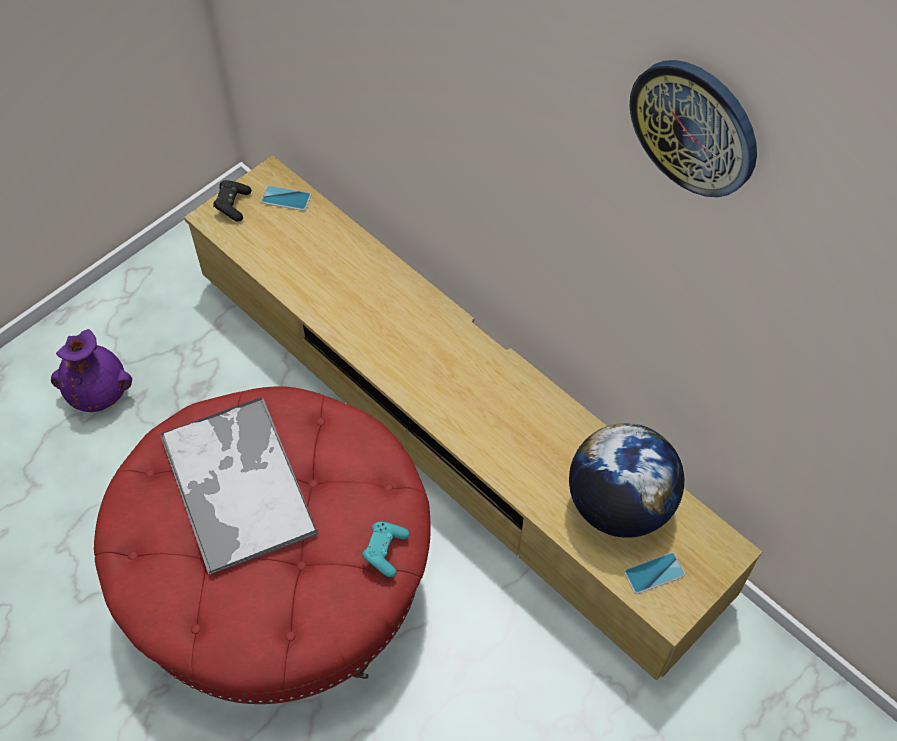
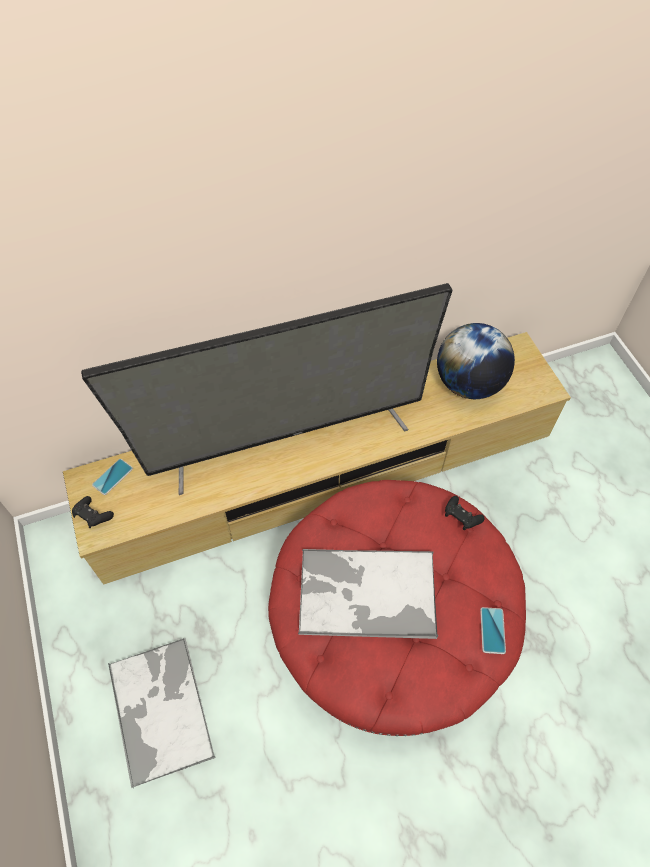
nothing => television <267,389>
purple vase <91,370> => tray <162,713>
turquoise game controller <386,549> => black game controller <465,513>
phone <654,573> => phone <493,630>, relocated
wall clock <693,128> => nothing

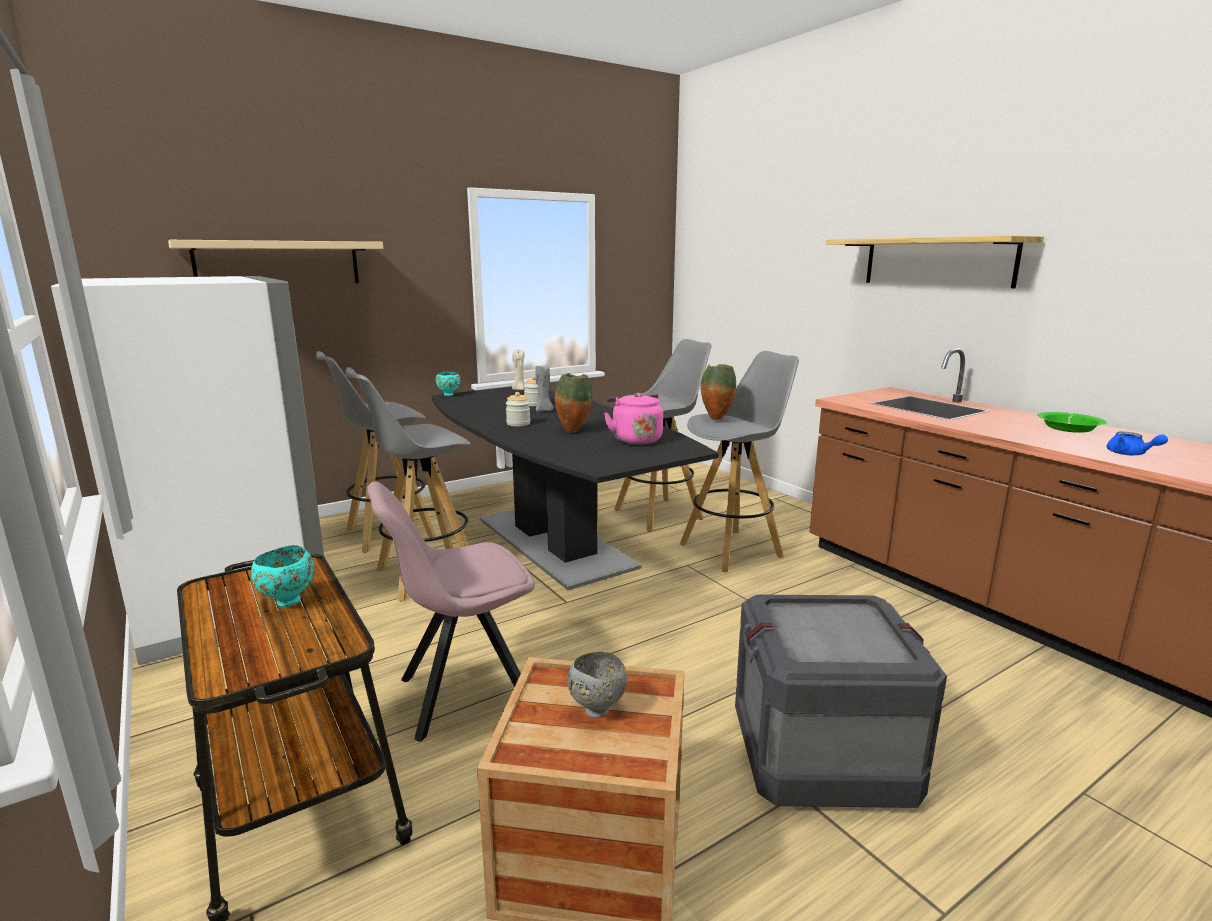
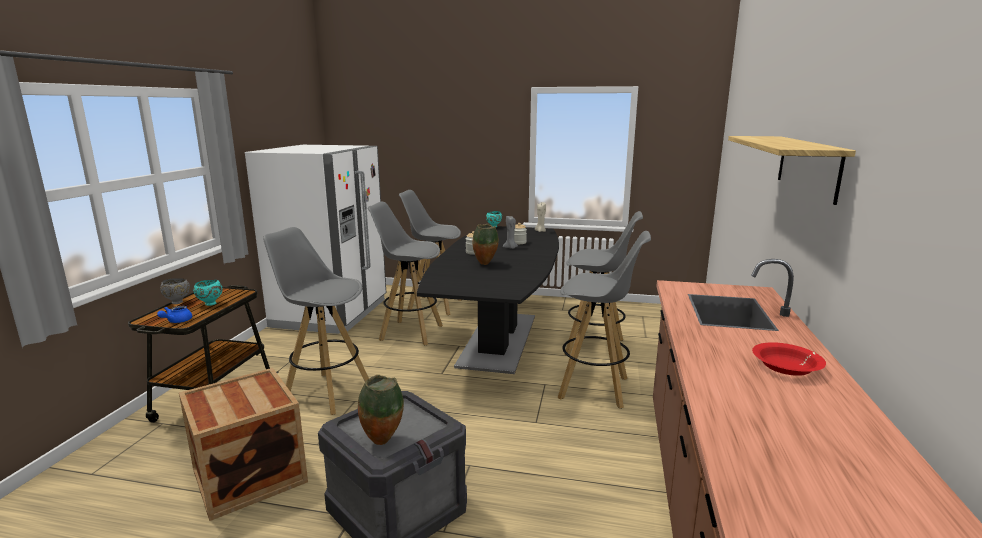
blue teapot <1137,443> => blue teapot <174,314>, relocated
grey bowl <597,685> => grey bowl <175,291>, relocated
pink chair <451,611> => grey stool <316,321>
vase <718,392> => vase <381,410>, relocated
green bowl <1072,422> => red bowl <789,359>
beige shelf <275,261> => nothing
pink kettle <633,419> => nothing

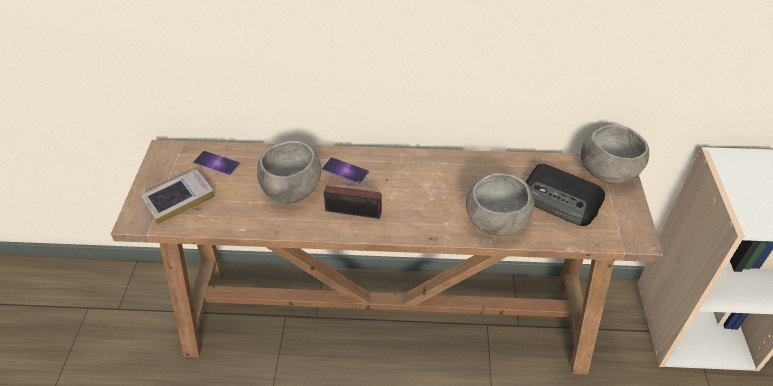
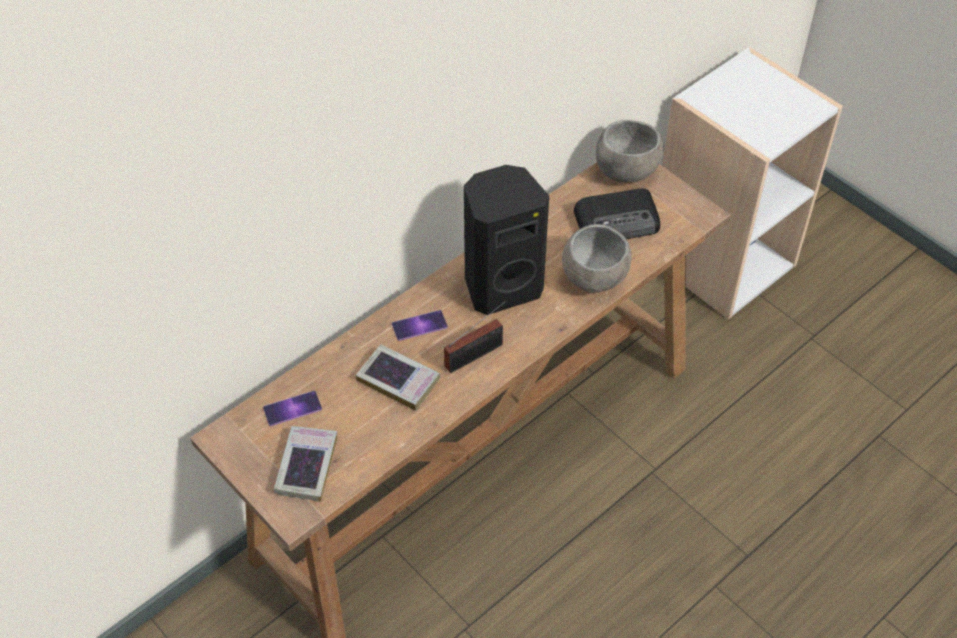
grey bowl <289,172> => book <398,377>
nothing => black speaker <506,240>

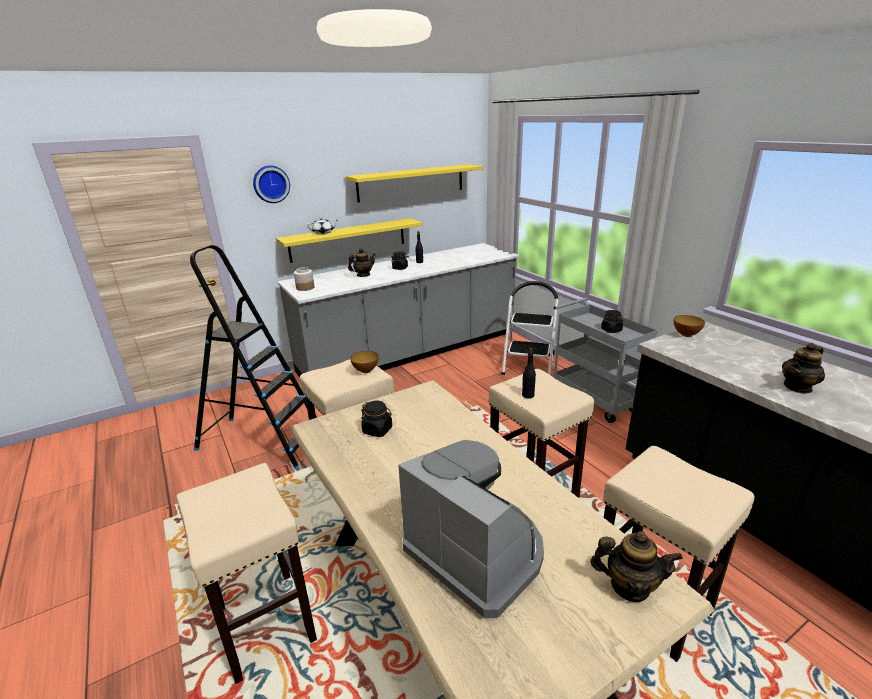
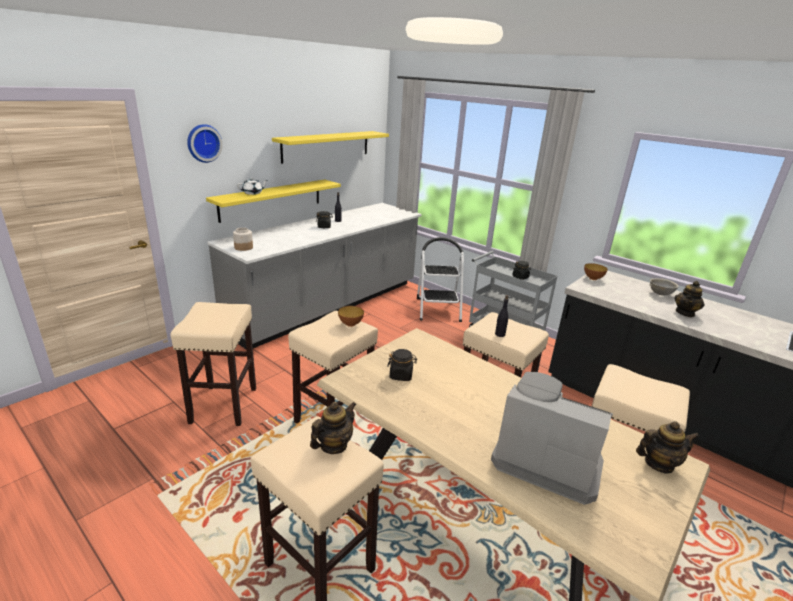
black step ladder <253,357> => beige stool <213,364>
teapot <362,262> => teapot <333,428>, relocated
nothing => grey bowl <664,286>

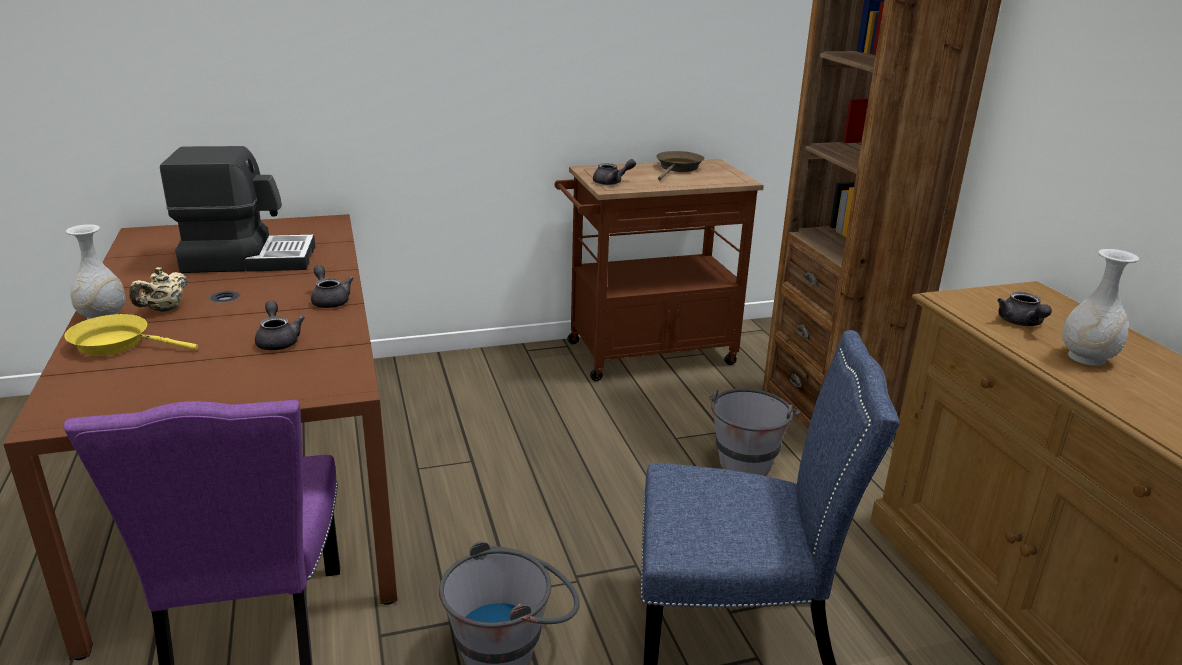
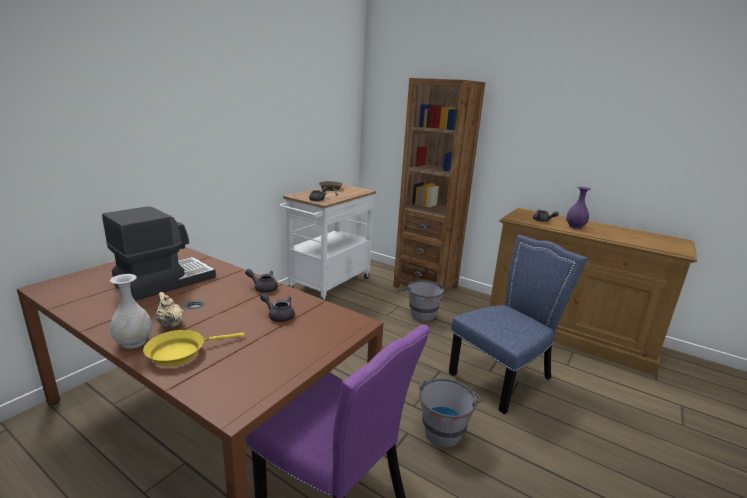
beige teapot <158,289> => beige teapot <169,310>, 150 degrees clockwise
brown cart <659,270> => white cart <327,242>
white vase <1100,307> => purple vase <578,208>

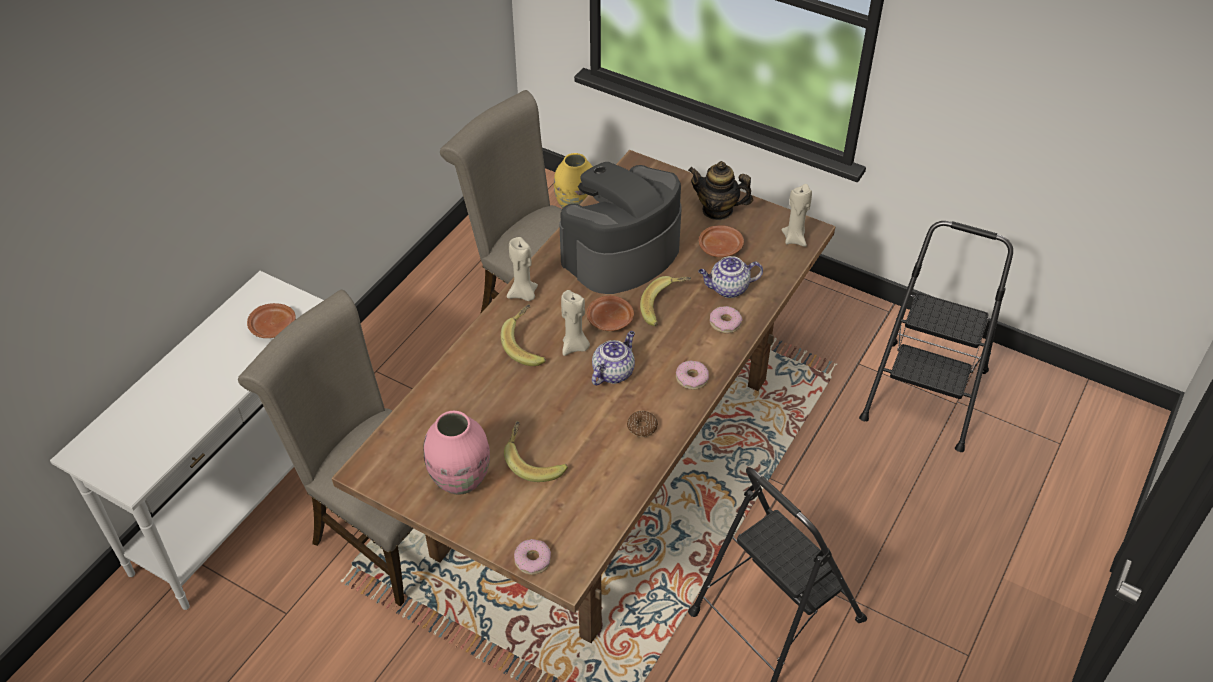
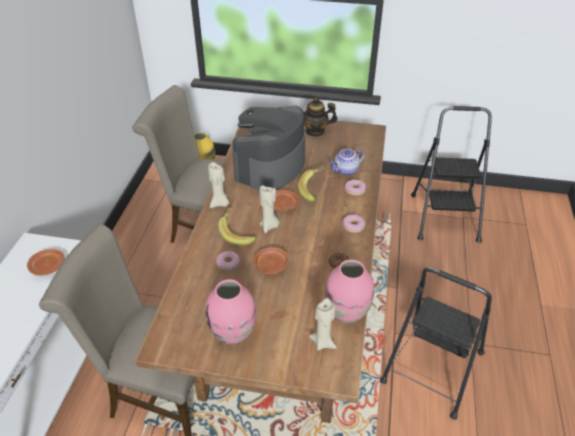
donut <532,557> => donut <228,261>, relocated
brown plate <721,241> => brown plate <271,261>, relocated
beige candle <796,215> => beige candle <323,324>, relocated
nothing => pink vase <349,291>
banana <536,451> => nothing
teapot <613,358> => nothing

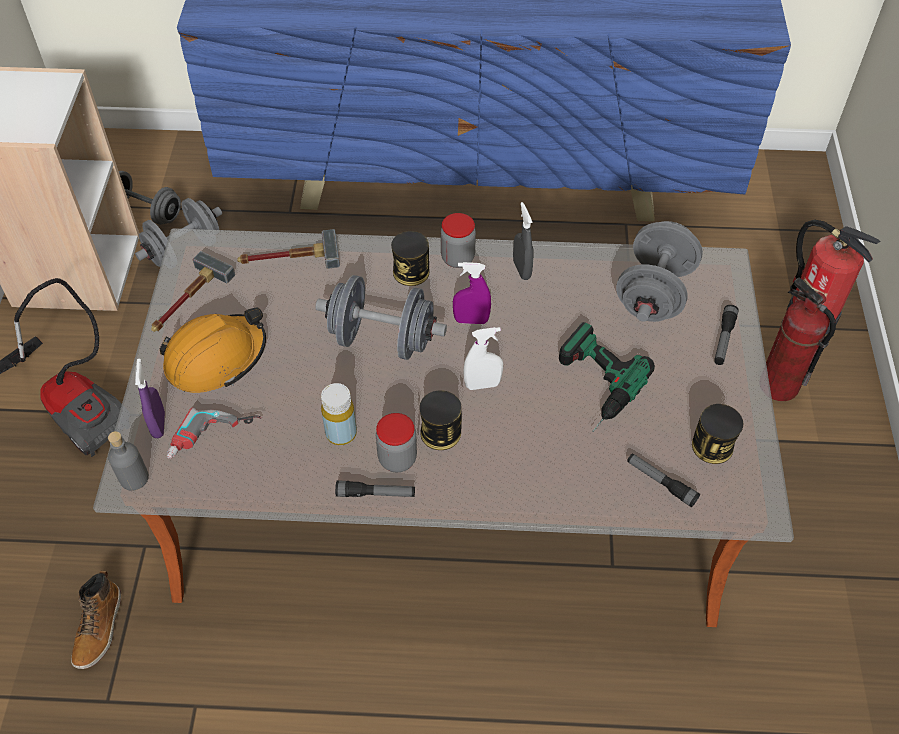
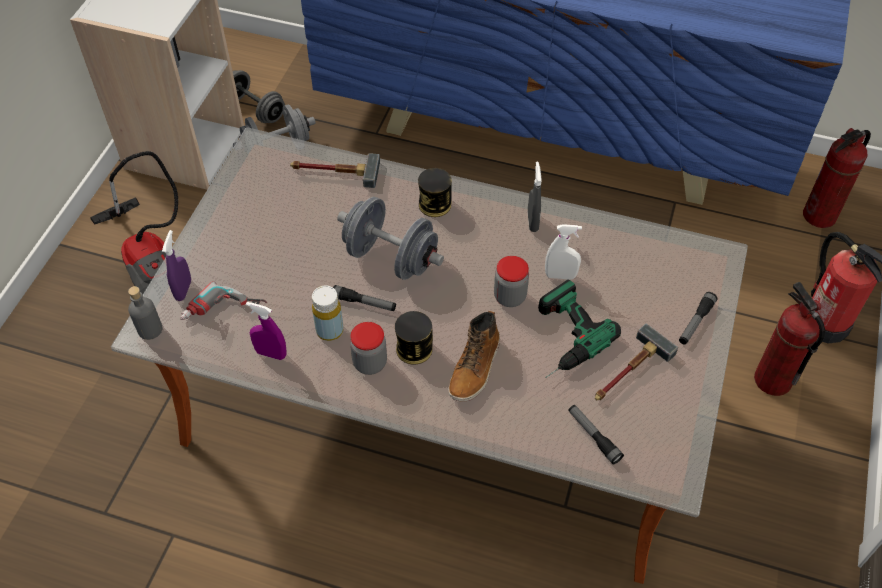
purple spray bottle <472,293> => purple spray bottle <266,331>, relocated
flashlight <375,488> => flashlight <364,298>, relocated
boot <96,620> => boot <474,356>, relocated
jar <458,240> => jar <511,281>, relocated
white spray bottle <483,358> => white spray bottle <563,252>, relocated
hammer <193,291> => hammer <636,362>, relocated
nothing => fire extinguisher <837,178>
orange hard hat <213,350> => nothing
grey dumbbell <659,271> => nothing
can <717,434> => nothing

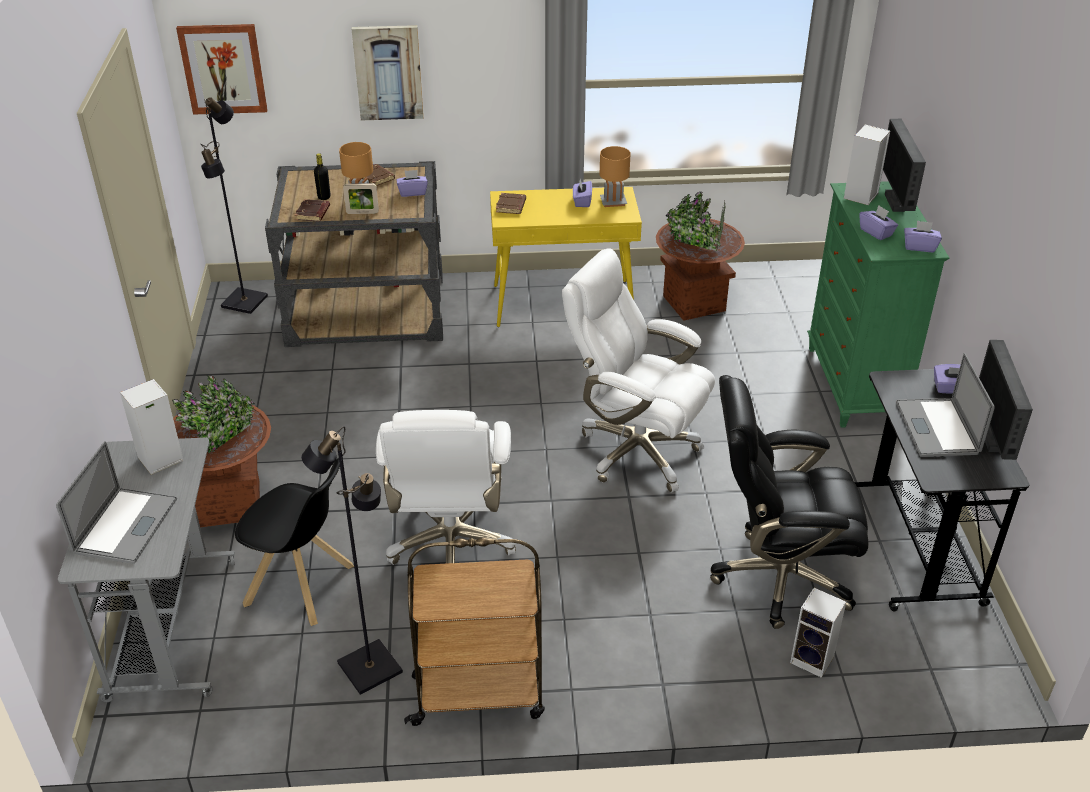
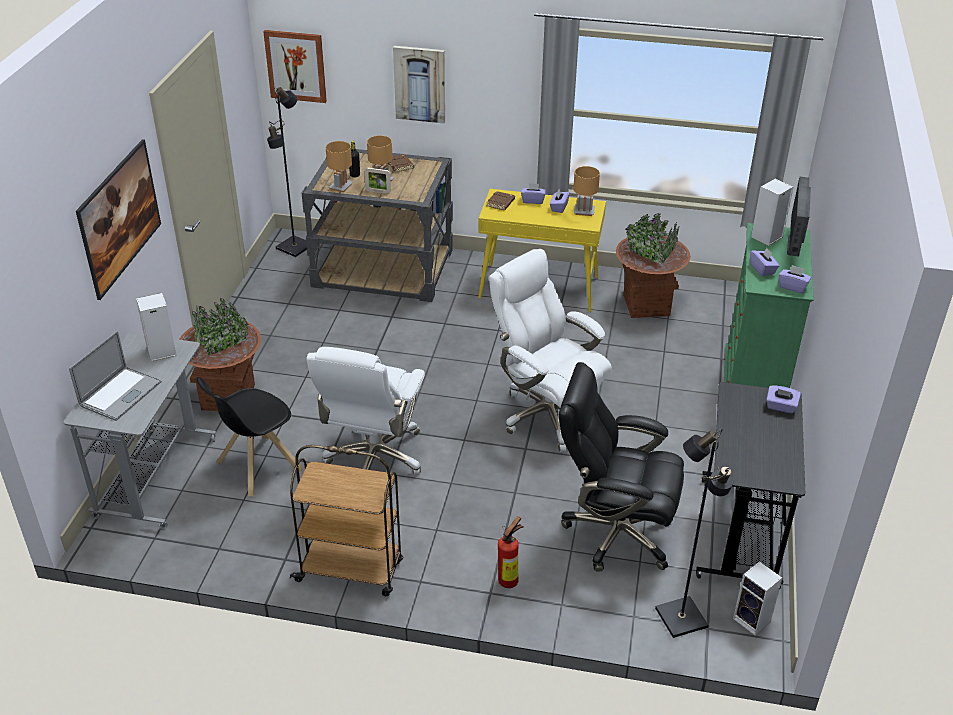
nothing => picture <118,219>
black chair <294,542> => black chair <249,437>, 105 degrees clockwise
brown book <312,210> => brown table lamp <339,166>
nothing => fire extinguisher <511,552>
purple tissue box <412,183> => purple tissue box <533,193>, relocated
black floor lamp <352,561> => black floor lamp <694,533>, relocated
speaker <818,633> => speaker <757,598>, relocated
laptop <945,405> => nothing
monitor <1006,400> => nothing

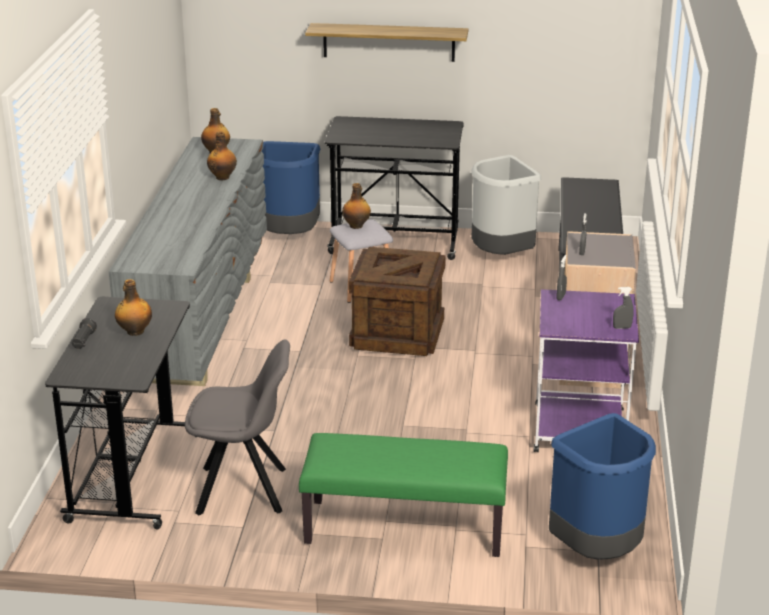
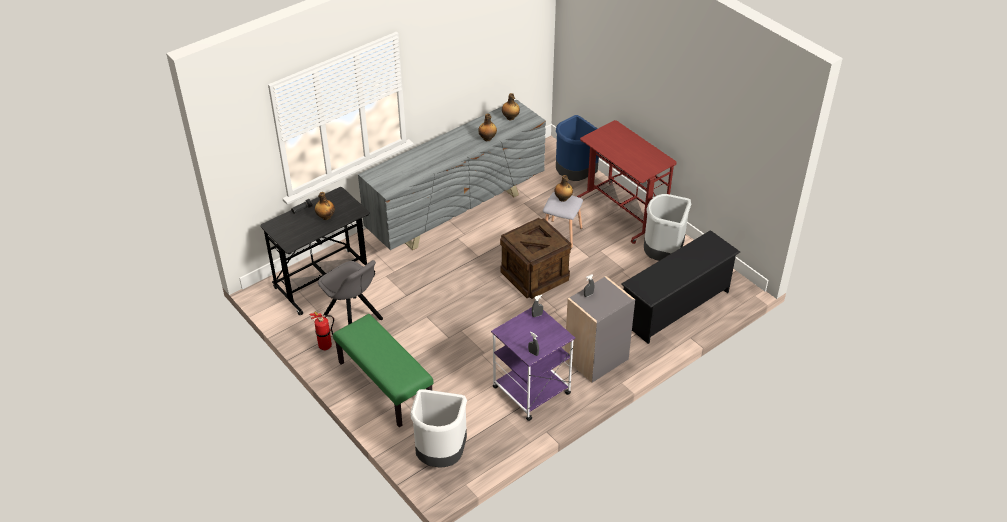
nothing => fire extinguisher <322,331>
blue trash can <602,486> => white trash can <438,428>
black desk <394,188> => red desk <627,182>
shelf <386,42> => nothing

